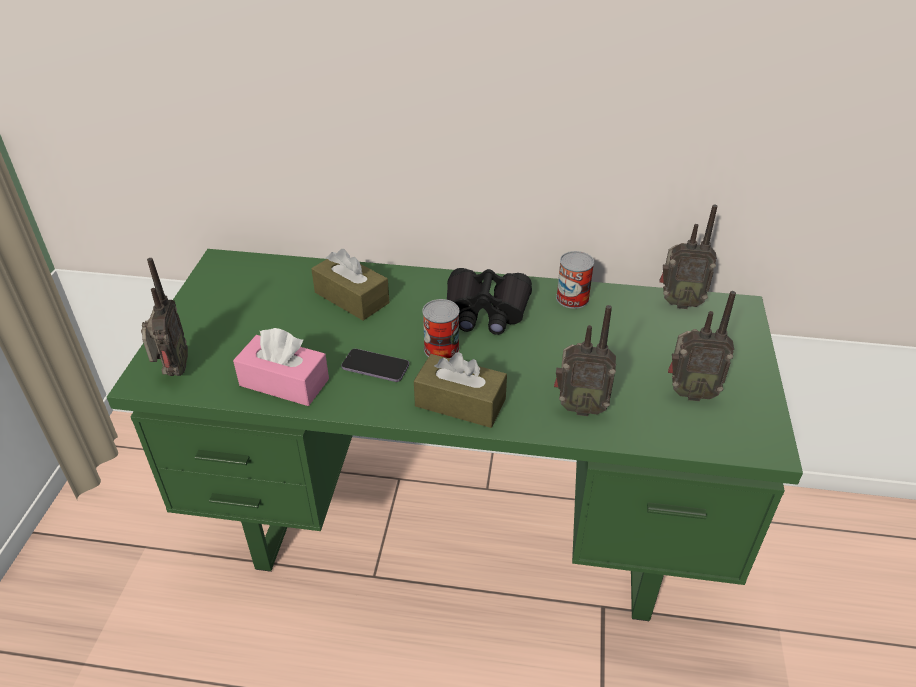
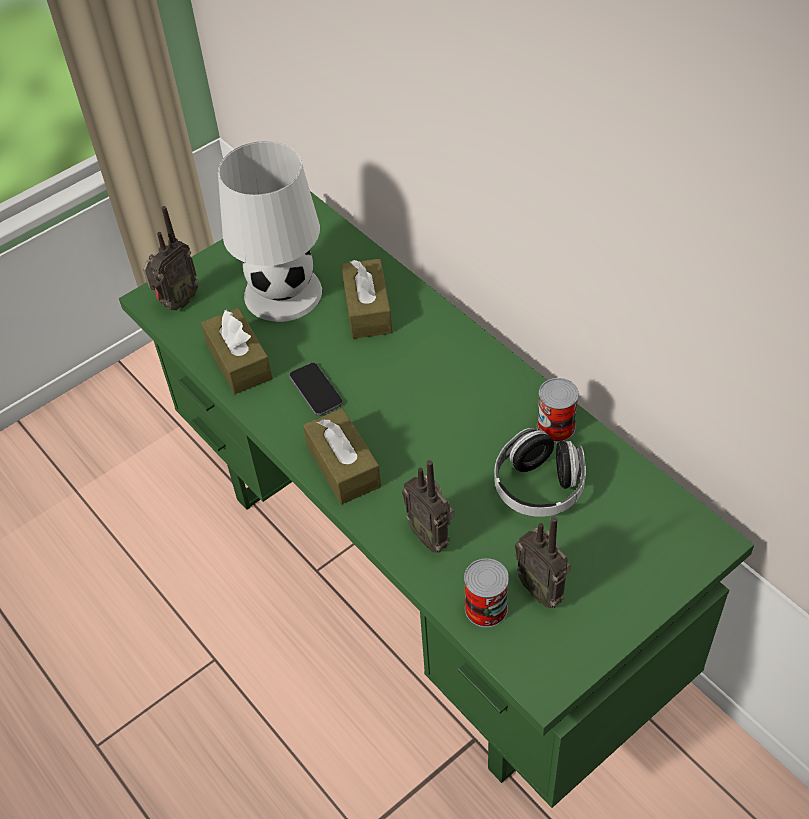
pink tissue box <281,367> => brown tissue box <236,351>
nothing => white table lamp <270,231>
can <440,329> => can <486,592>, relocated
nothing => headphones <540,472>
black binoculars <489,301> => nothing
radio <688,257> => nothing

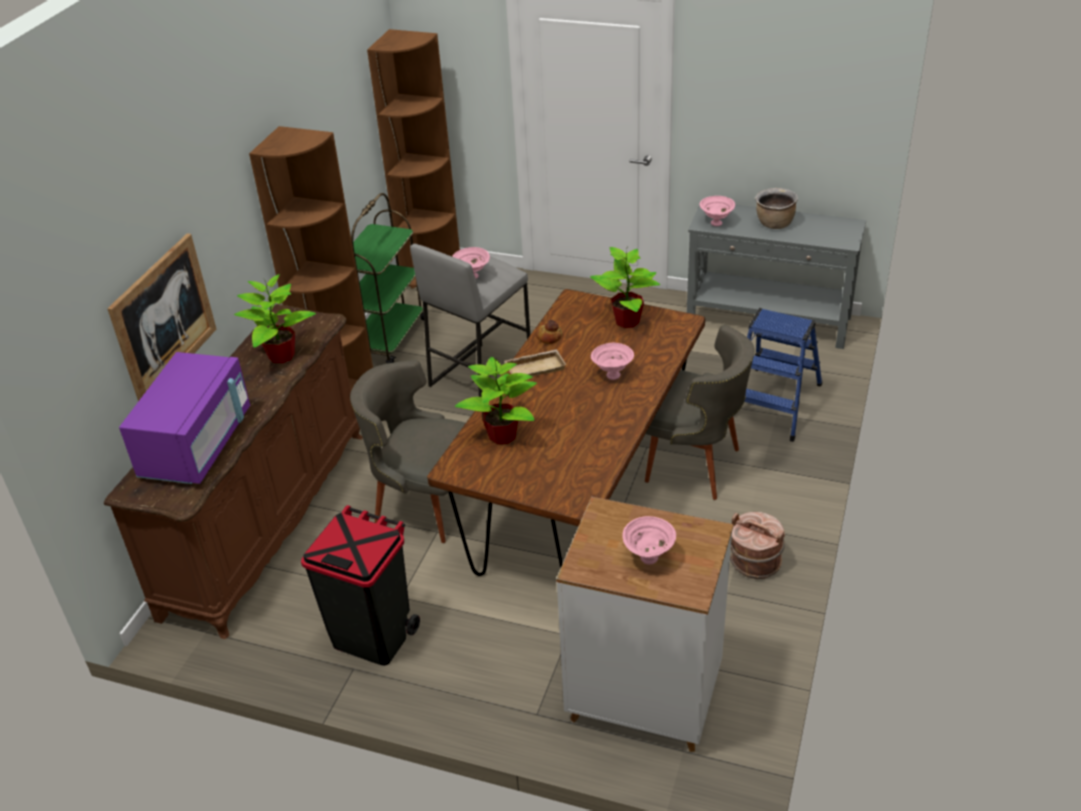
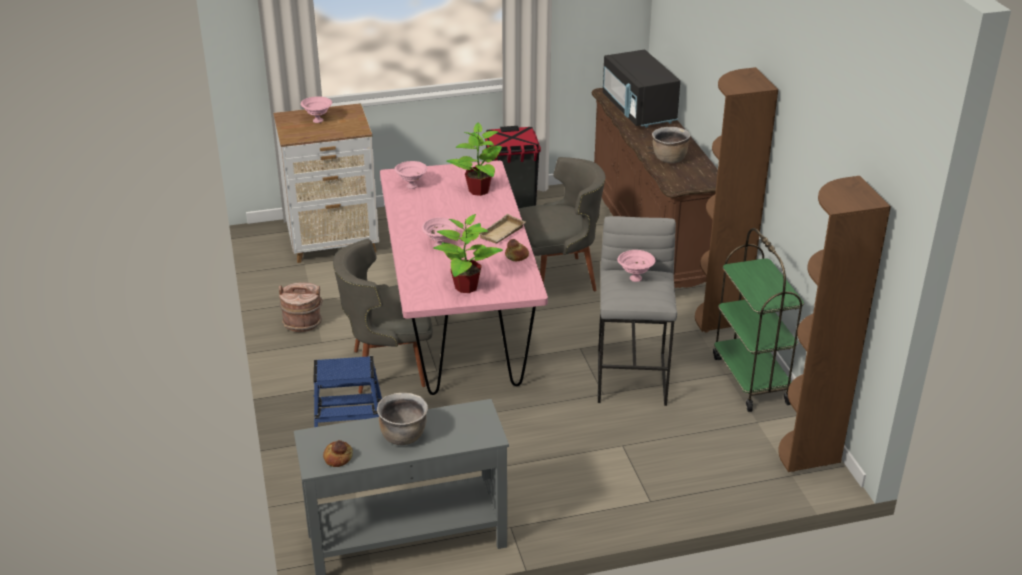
nothing => bread <338,453>
brown dining table <566,432> => pink dining table <464,277>
pink bowl <717,211> => pink bowl <411,175>, relocated
purple microwave <184,418> => black microwave <641,89>
potted plant <275,318> => brown cooking pot <671,145>
picture <161,317> => nothing

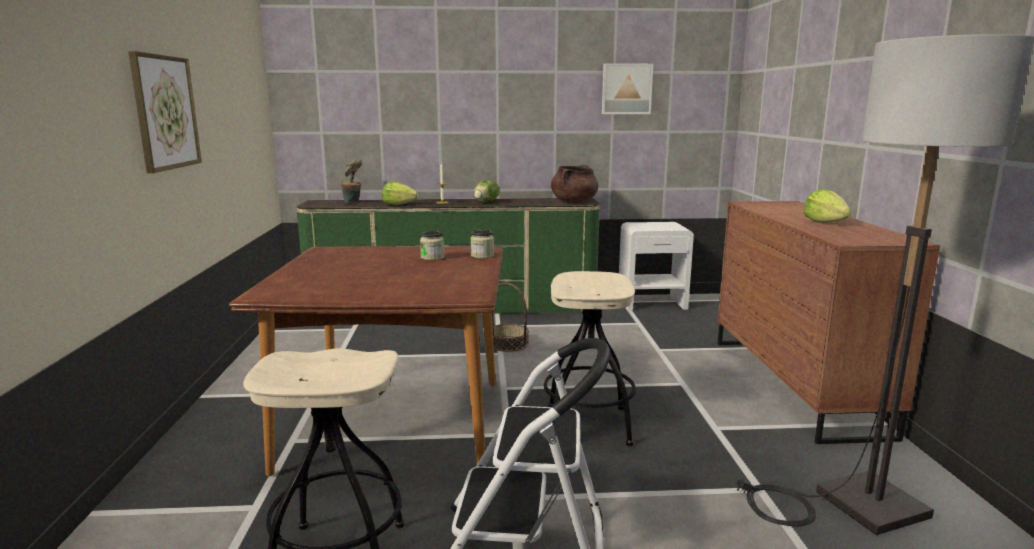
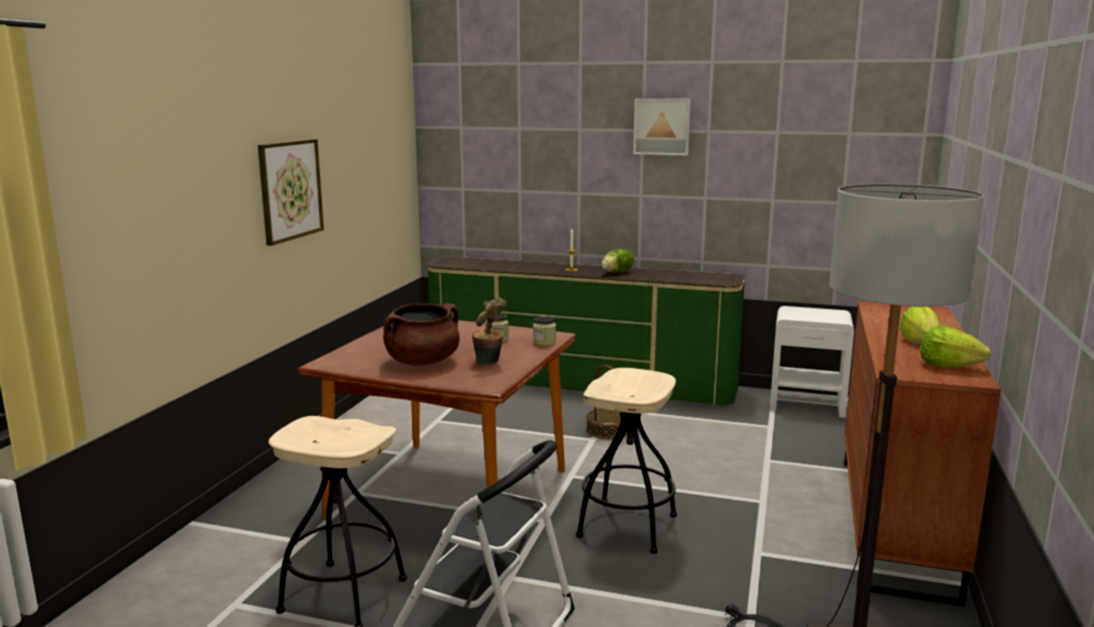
brown cooking pot <574,184> => brown cooking pot <421,334>, relocated
potted plant <351,181> => potted plant <489,331>, relocated
picture <627,88> => picture <662,127>, relocated
lettuce <400,193> => lettuce <955,347>, relocated

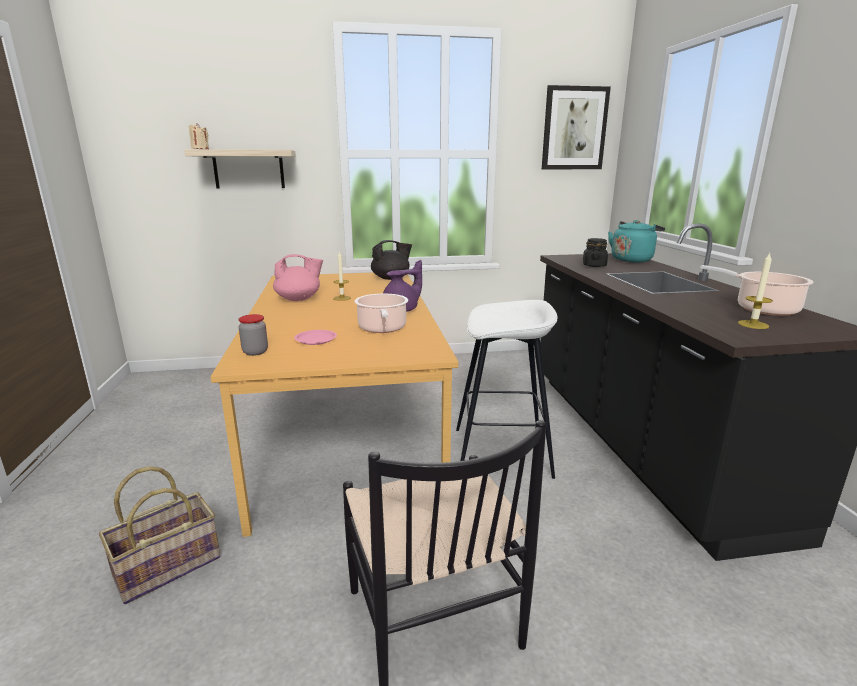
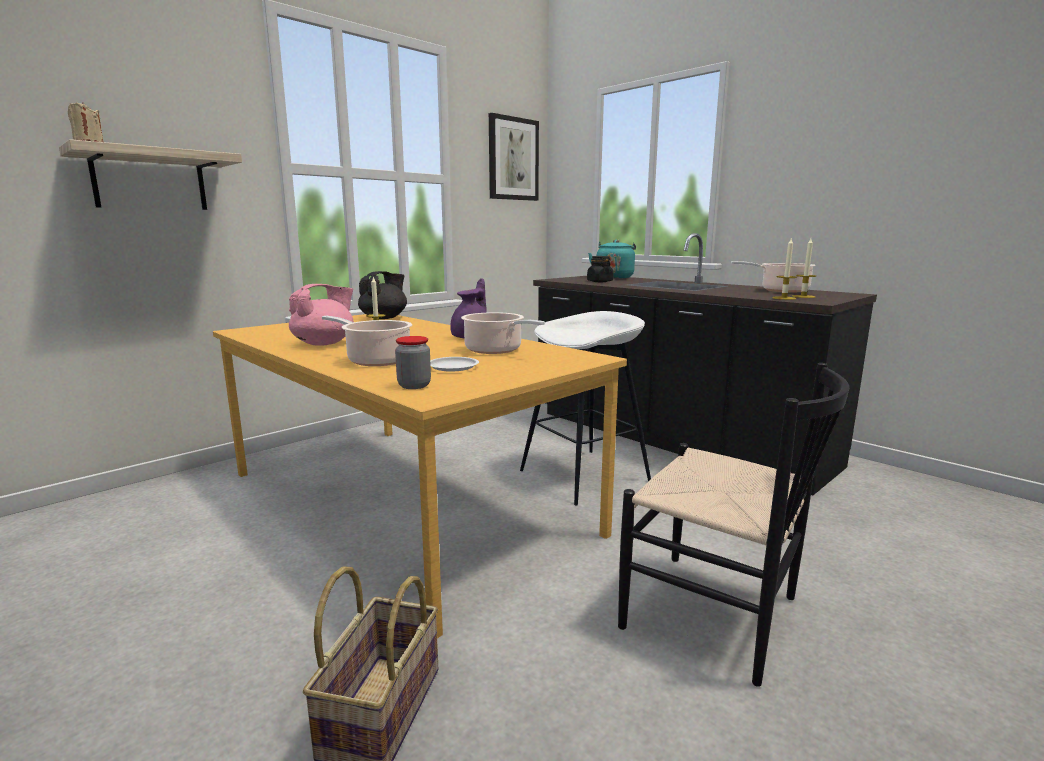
nothing => cooking pot <367,341>
pink plate <315,337> => white plate <454,364>
nothing => candle <784,268>

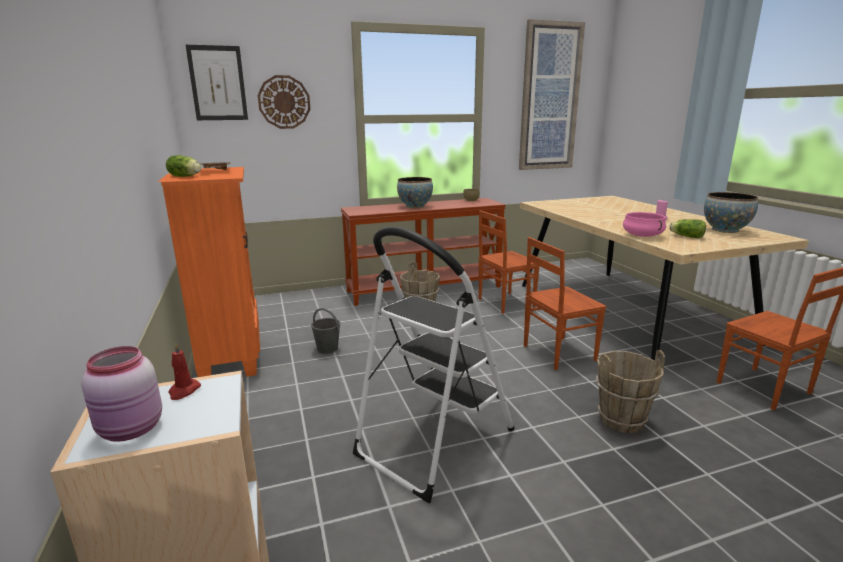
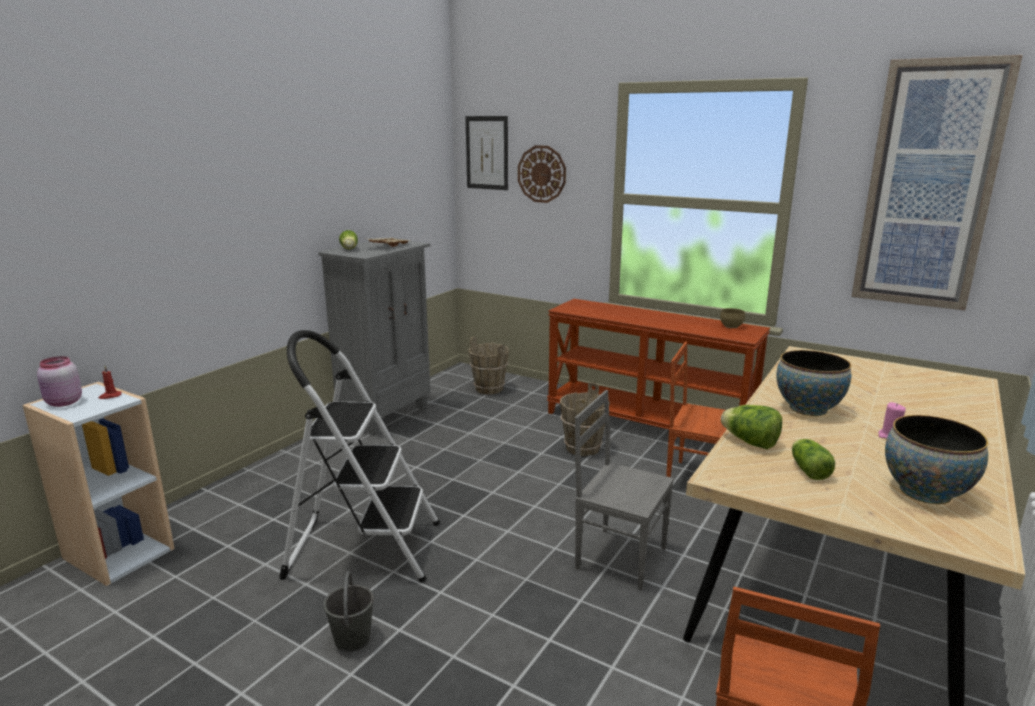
orange cabinet <209,272> => grey cabinet <374,338>
grey bucket <325,331> => grey bucket <348,611>, relocated
brown bucket <630,391> => brown bucket <488,366>, relocated
brown chair <565,303> => grey chair <624,490>
pink cooking pot <644,224> => lettuce <751,427>
bowl <415,192> => bowl <813,383>, relocated

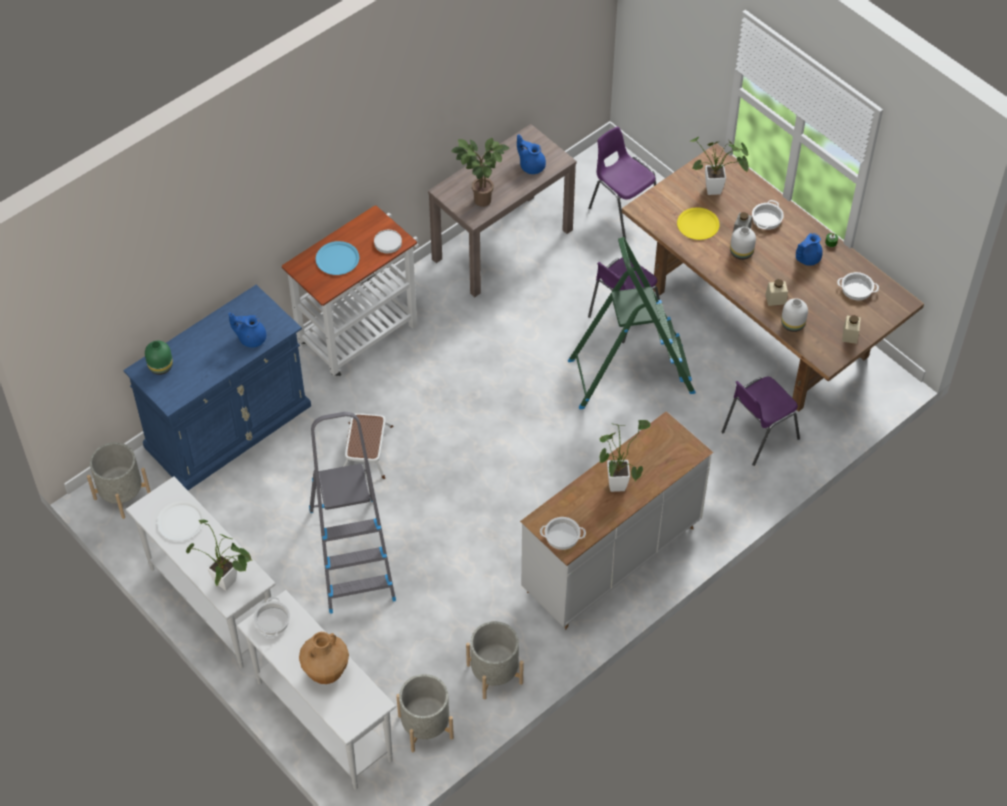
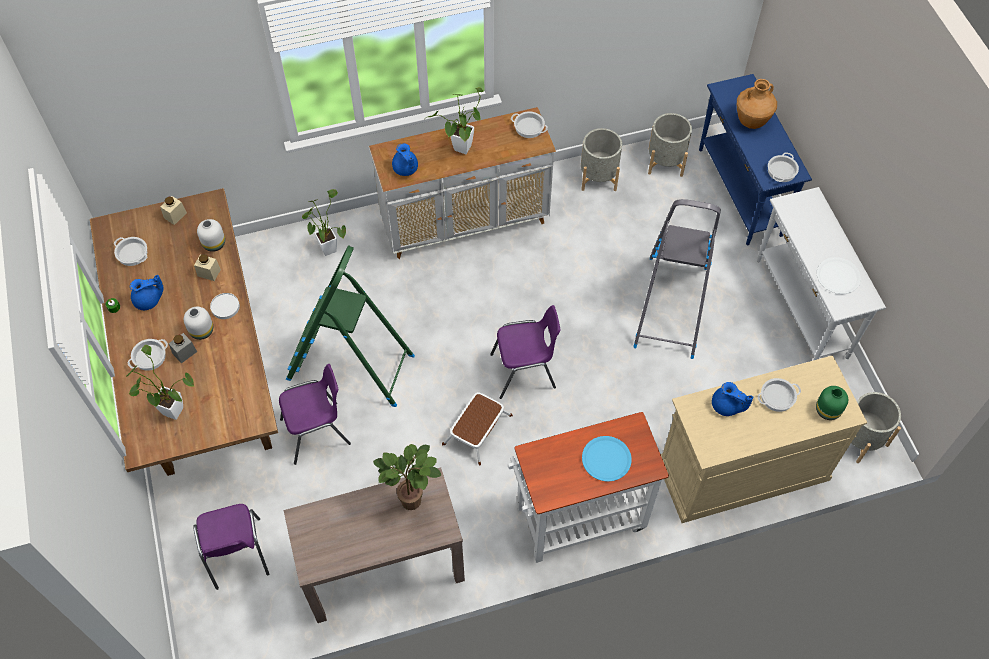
white plate <388,241> => white plate <225,306>, relocated
potted plant <219,555> => potted plant <324,222>, relocated
blue teapot <531,154> => blue teapot <405,159>, relocated
brown step ladder <368,446> => brown step ladder <477,428>, relocated
purple chair <761,421> => purple chair <525,352>, relocated
blue dresser <217,387> => beige dresser <764,439>
white console table <316,690> => blue console table <755,159>
nothing => cooking pot <779,395>
yellow plate <698,223> => nothing

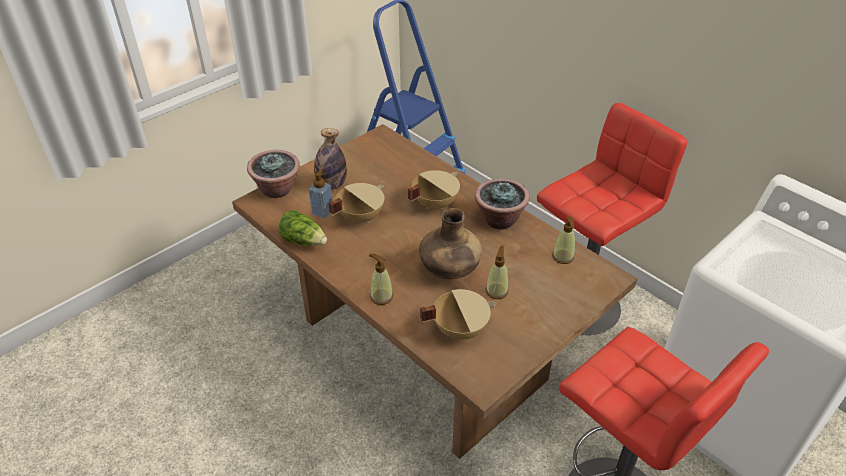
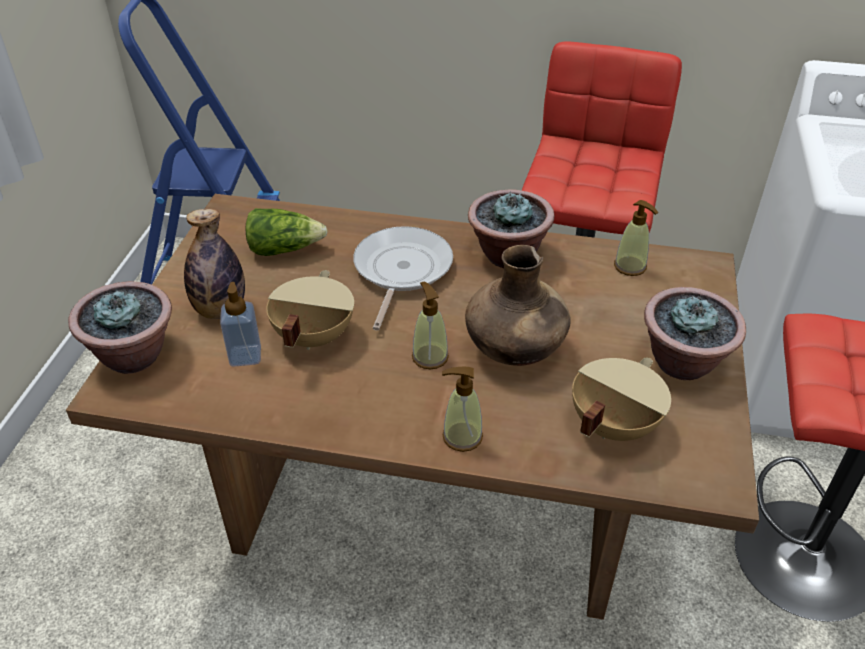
lettuce <302,228> => lettuce <287,232>, relocated
beige cooking pot <434,190> => frying pan <403,278>
soap dispenser <497,272> => soap dispenser <430,325>, relocated
nothing => potted plant <695,333>

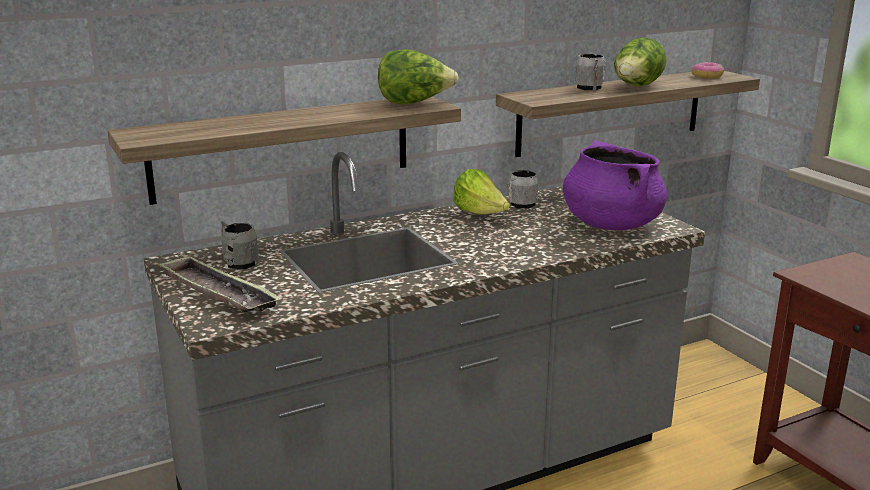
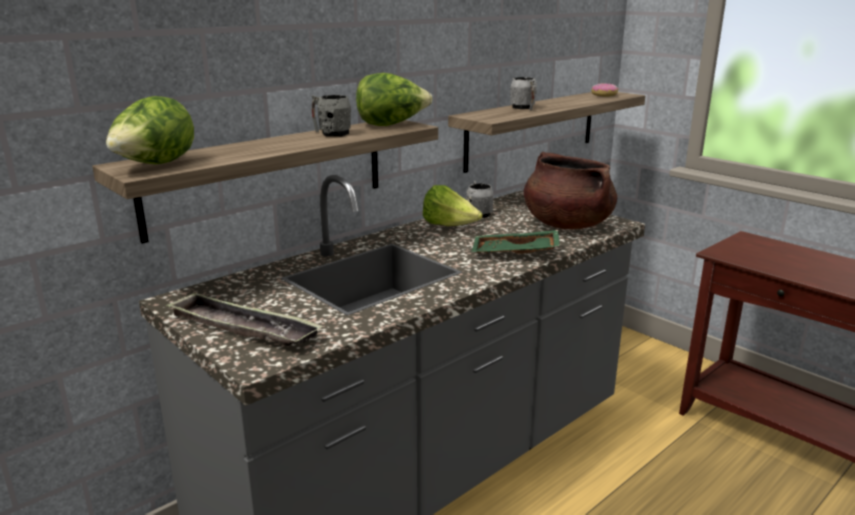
lettuce <640,61> => lettuce <150,130>, relocated
grey mug <239,245> => grey mug <331,115>, relocated
nothing => green tray <515,242>
purple cooking pot <615,185> => brown cooking pot <570,190>

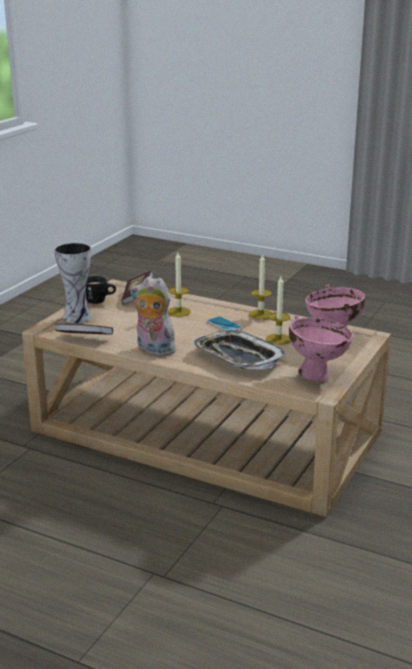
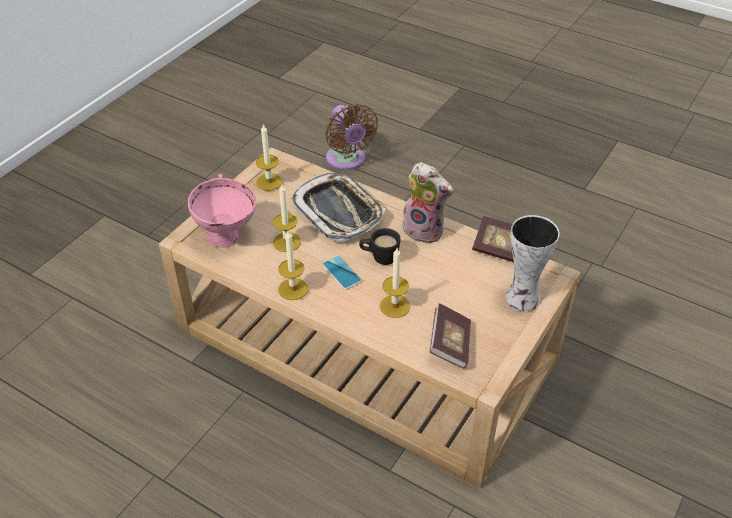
pink bowl <321,348> => candle <269,157>
nothing => brown fan <351,137>
black mug <101,290> => black mug <380,246>, relocated

